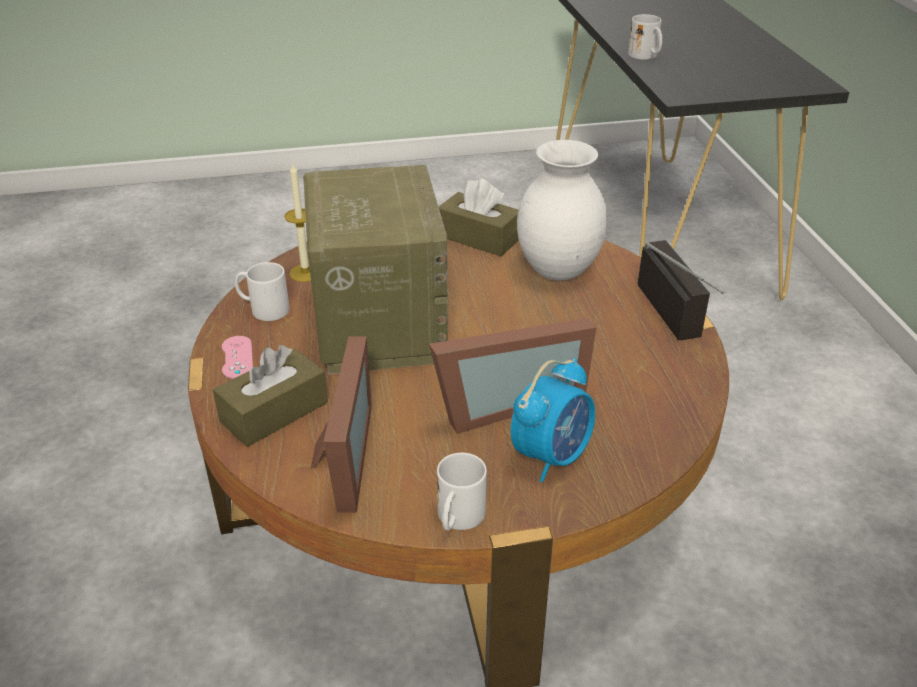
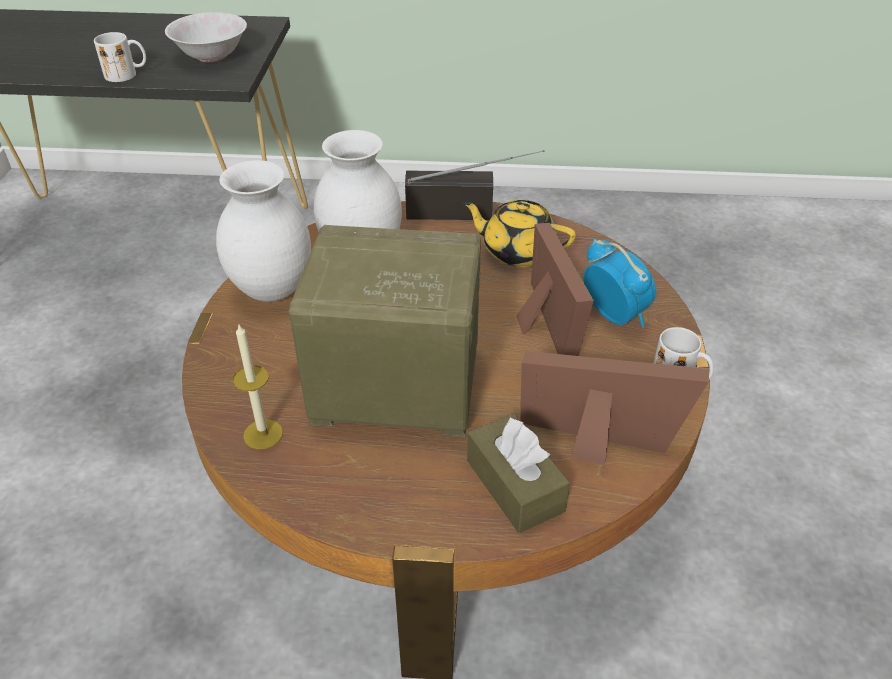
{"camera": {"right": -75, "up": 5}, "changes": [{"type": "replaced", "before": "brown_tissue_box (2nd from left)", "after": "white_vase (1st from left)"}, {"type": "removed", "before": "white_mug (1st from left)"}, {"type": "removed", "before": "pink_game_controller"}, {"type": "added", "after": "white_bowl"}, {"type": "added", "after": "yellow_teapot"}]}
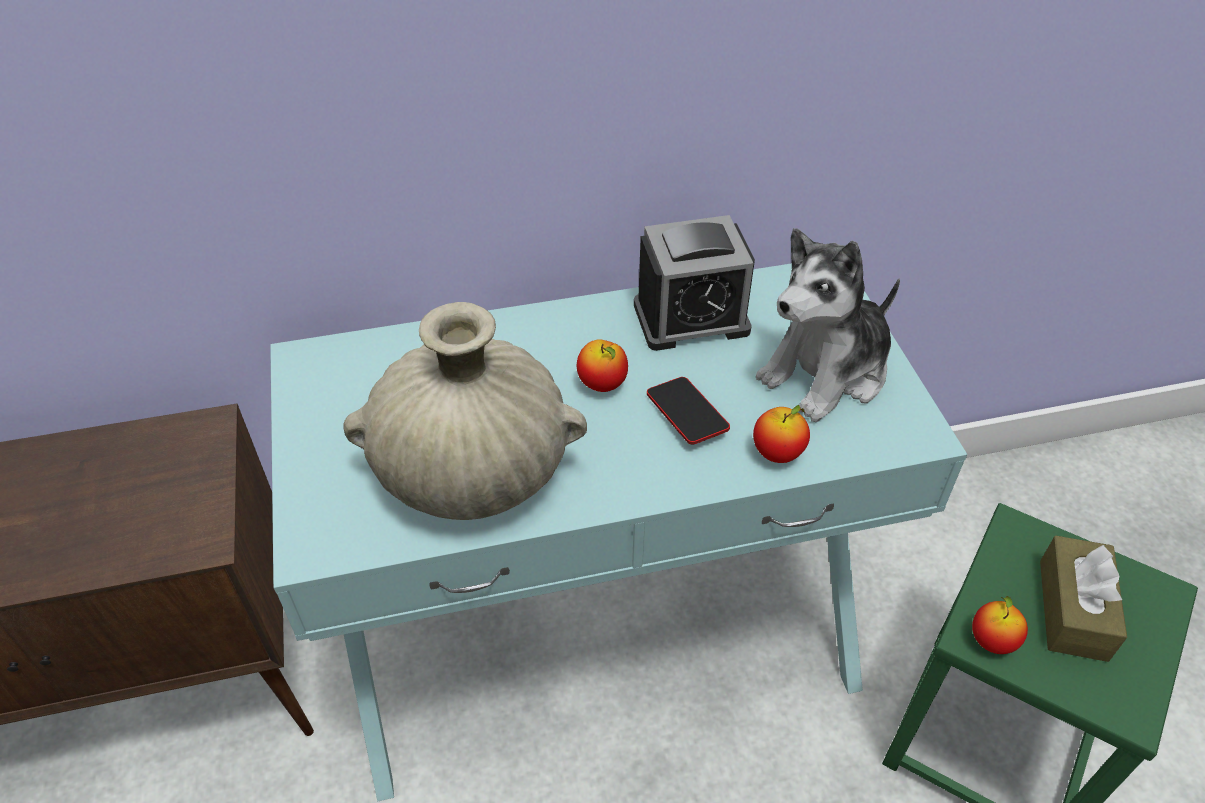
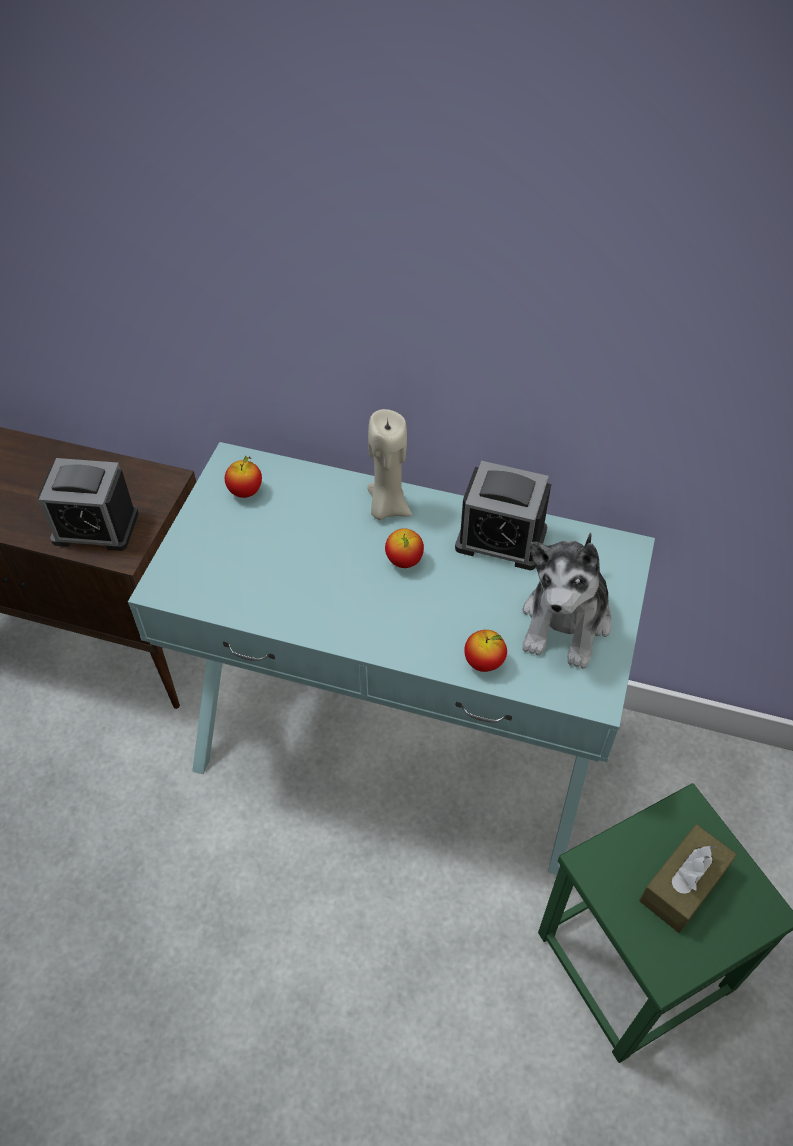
{"camera": {"right": 30, "up": 5}, "changes": [{"type": "turned", "before": "plush_toy", "turn": -60}, {"type": "removed", "before": "beige_vase"}, {"type": "removed", "before": "phone"}, {"type": "moved", "before": "apple (3rd from left in the first image)", "after": "apple (1st from left)"}, {"type": "added", "after": "beige_candle"}, {"type": "added", "after": "alarm_clock (1st from left)"}]}
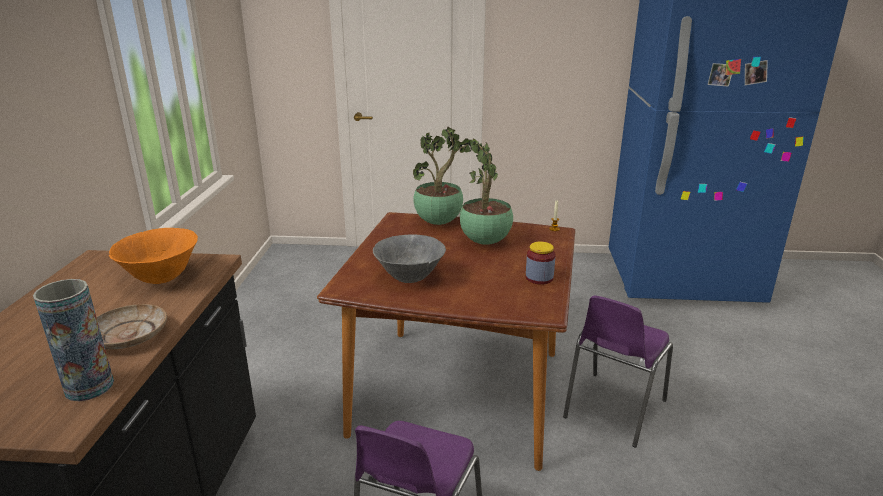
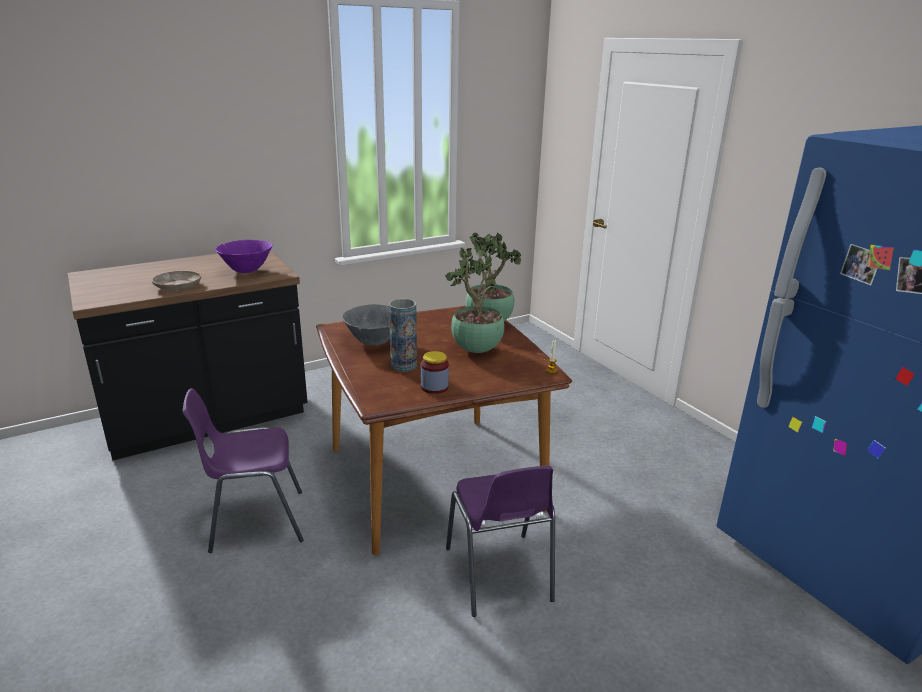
{"camera": {"right": 55, "up": 0}, "changes": [{"type": "recoloured", "before": "orange_bowl", "after": "purple_bowl"}, {"type": "moved", "before": "vase"}, {"type": "turned", "before": "purple_chair (2nd from left)", "turn": -105}]}
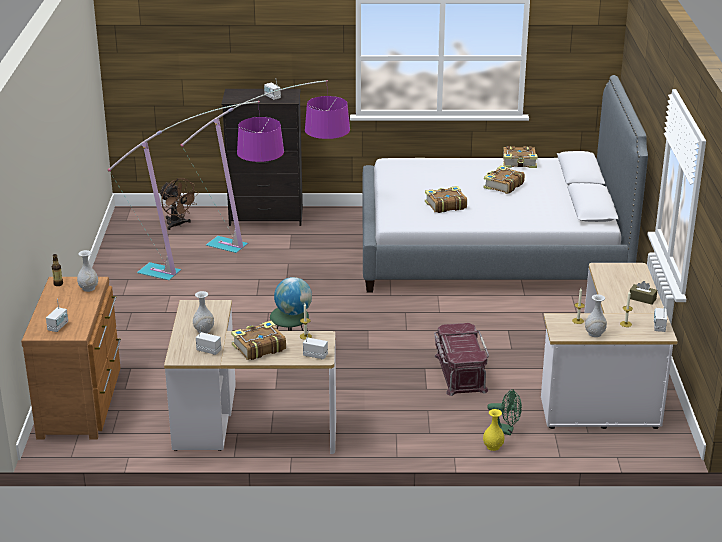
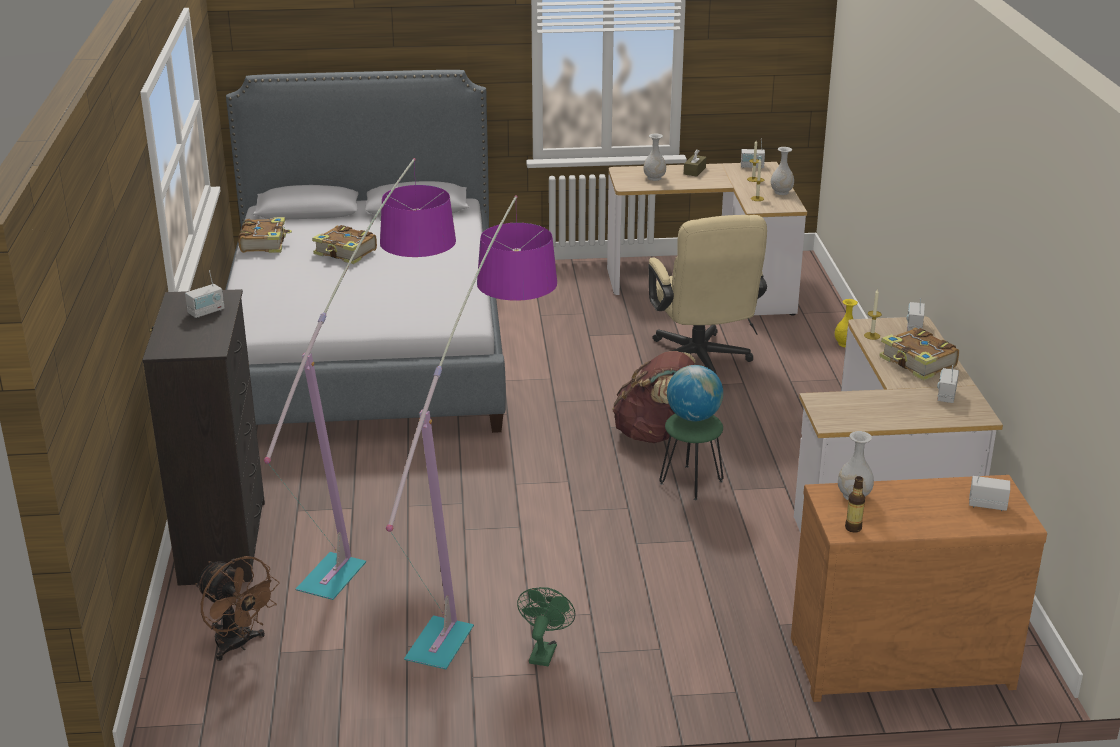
{"camera": {"right": -95, "up": 0}, "changes": [{"type": "turned", "before": "brown_fan", "turn": 90}, {"type": "removed", "before": "book (2nd from left)"}, {"type": "moved", "before": "white_vase (2nd from left in the first image)", "after": "white_vase (1st from left)"}, {"type": "replaced", "before": "red_storage_box", "after": "beige_office_chair"}, {"type": "moved", "before": "green_fan"}, {"type": "added", "after": "brown_backpack"}]}
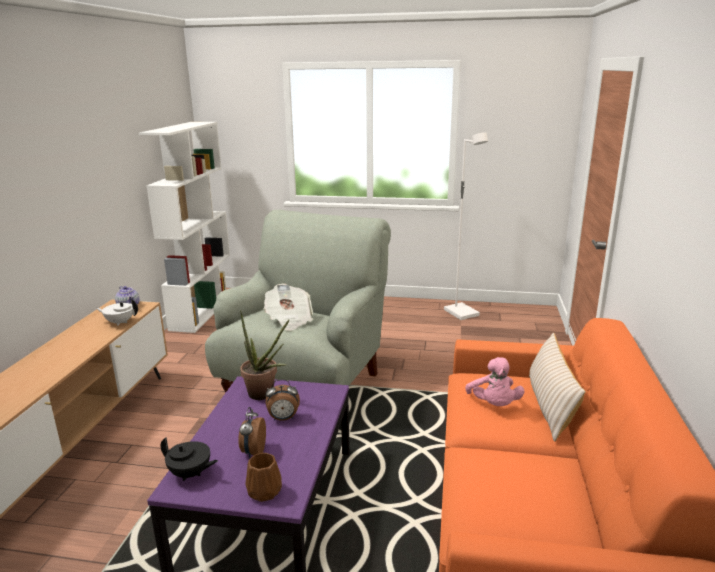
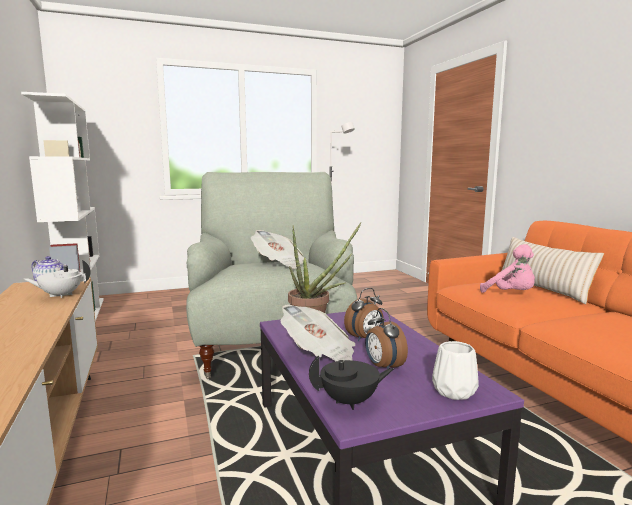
{"camera": {"right": -30, "up": -10}, "changes": [{"type": "recoloured", "before": "brown_vase", "after": "white_vase"}, {"type": "added", "after": "newspaper (2nd from left)"}]}
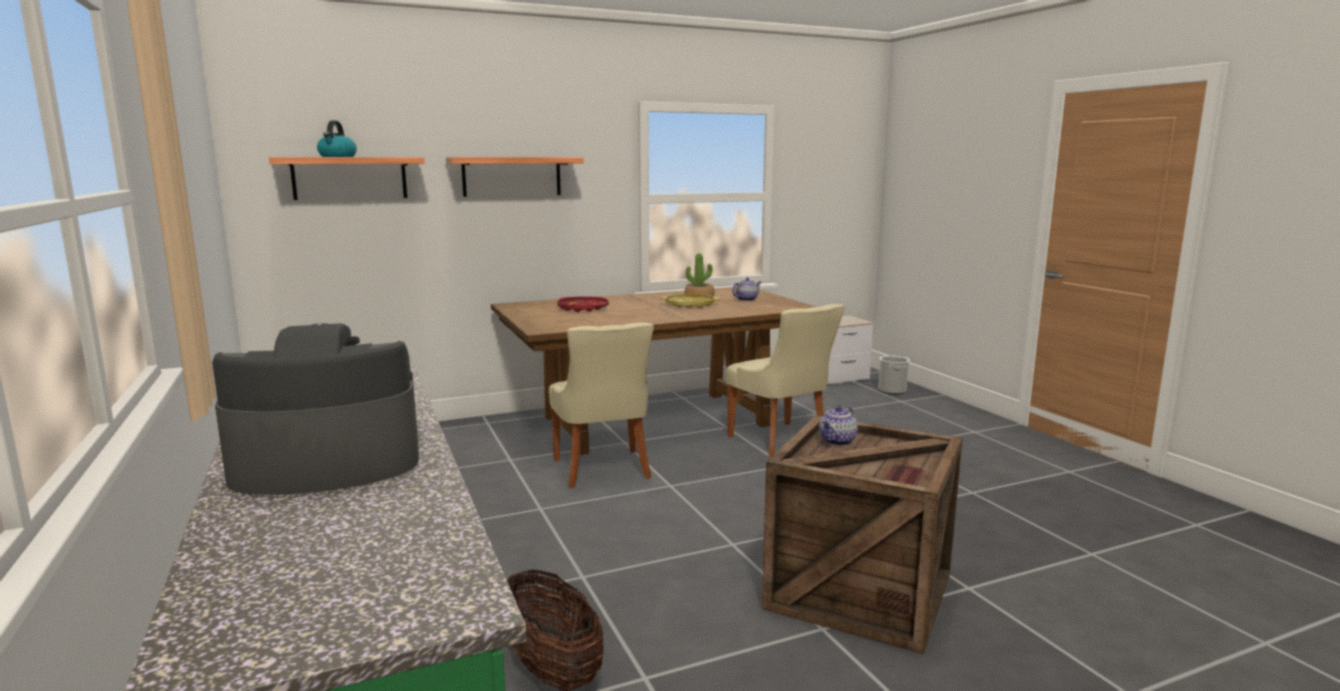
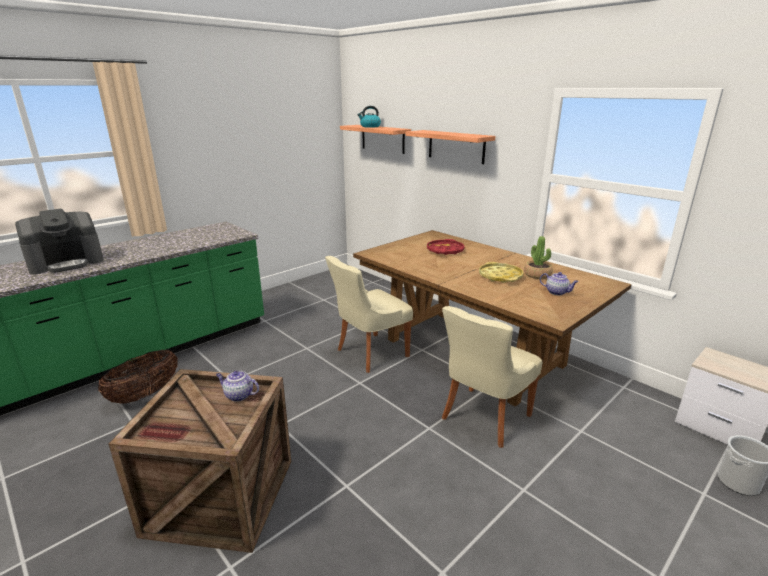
{"camera": {"right": 70, "up": 10}, "changes": [{"type": "turned", "before": "coffee_machine", "turn": 90}]}
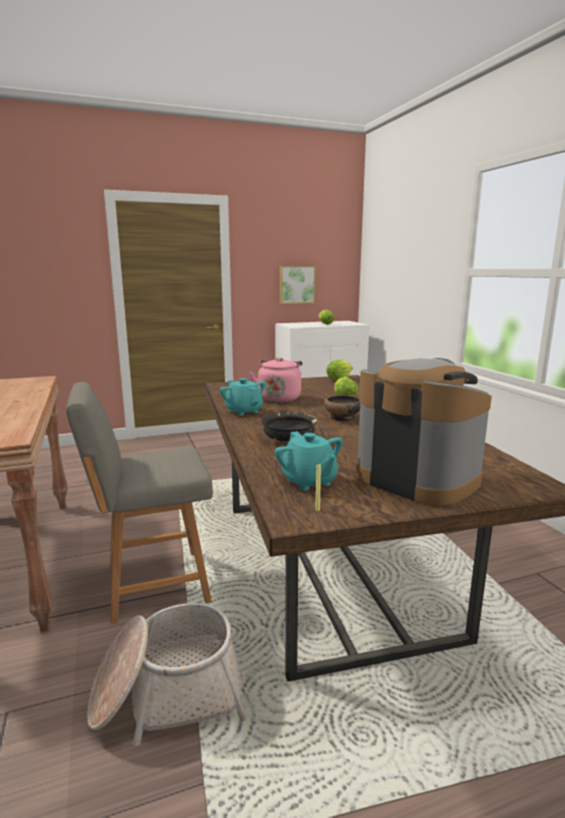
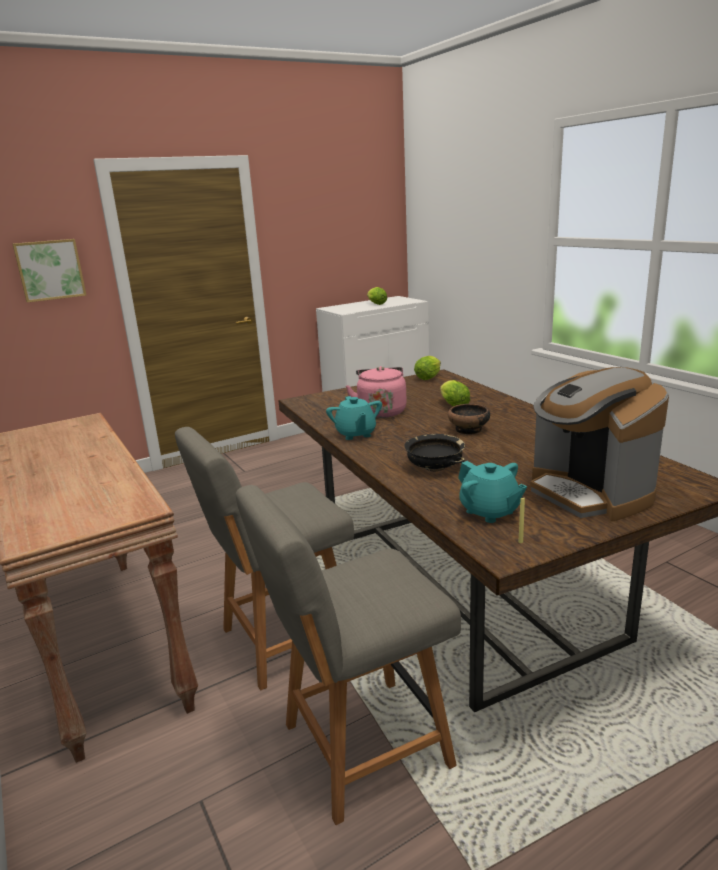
{"camera": {"right": -10, "up": 5}, "changes": [{"type": "moved", "before": "picture"}, {"type": "turned", "before": "coffee_machine", "turn": -150}, {"type": "turned", "before": "turquoise_teapot (1st from left)", "turn": -150}, {"type": "replaced", "before": "basket", "after": "grey_chair (2nd from left)"}]}
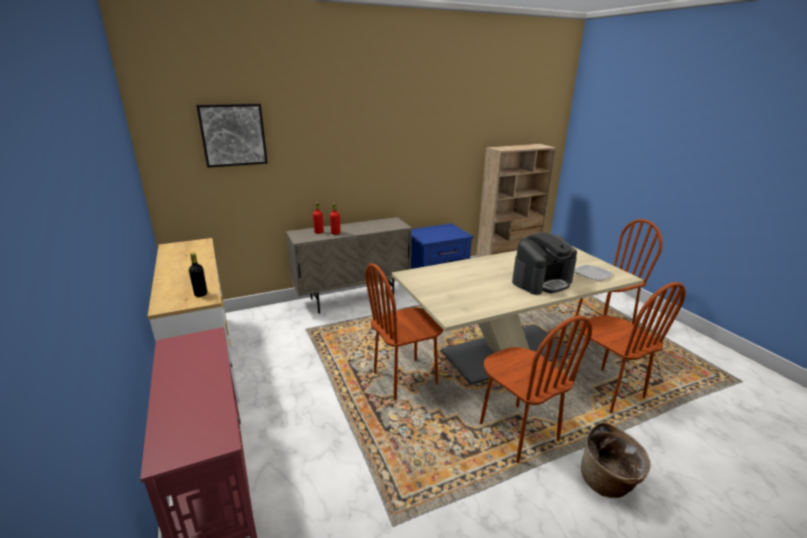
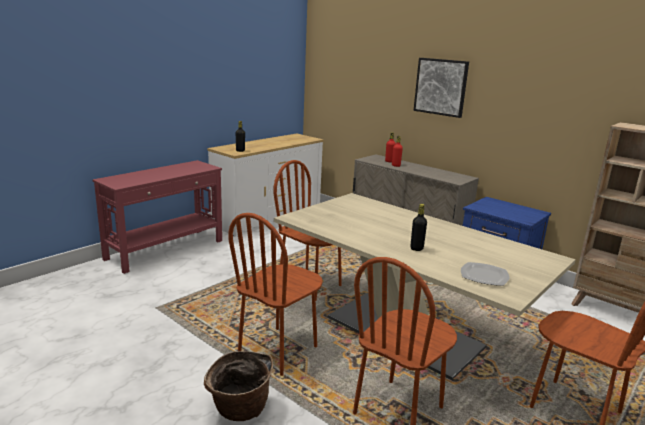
{"camera": {"right": 65, "up": -5}, "changes": [{"type": "moved", "before": "picture"}, {"type": "replaced", "before": "coffee_machine", "after": "black_bottle (2nd from left)"}]}
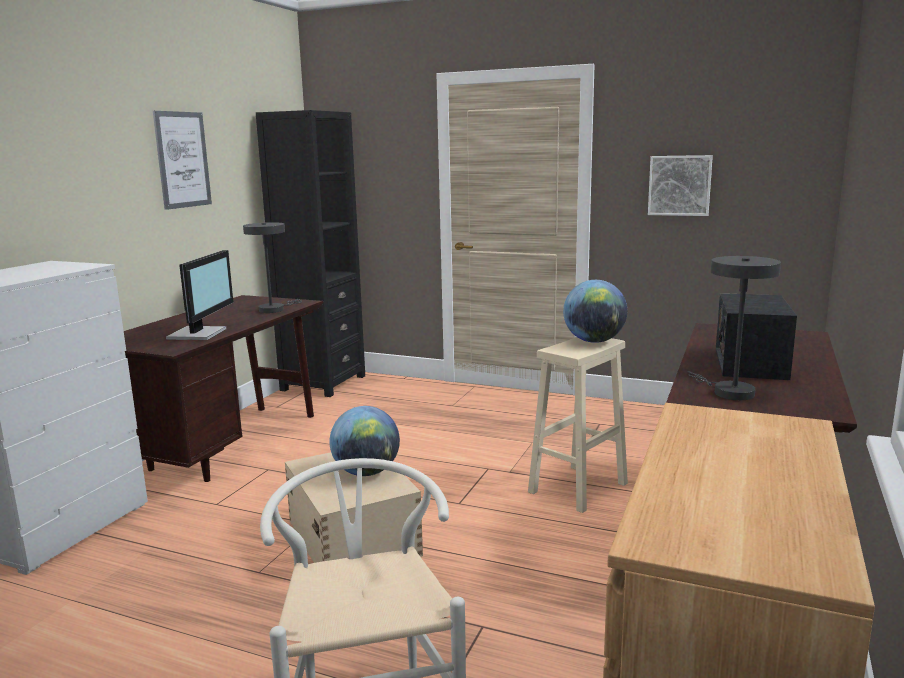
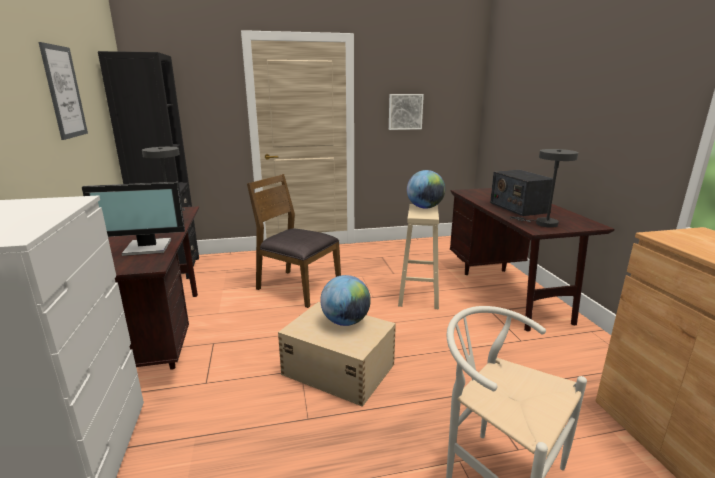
{"camera": {"right": -35, "up": 5}, "changes": [{"type": "turned", "before": "monitor", "turn": 105}, {"type": "added", "after": "brown_chair"}]}
